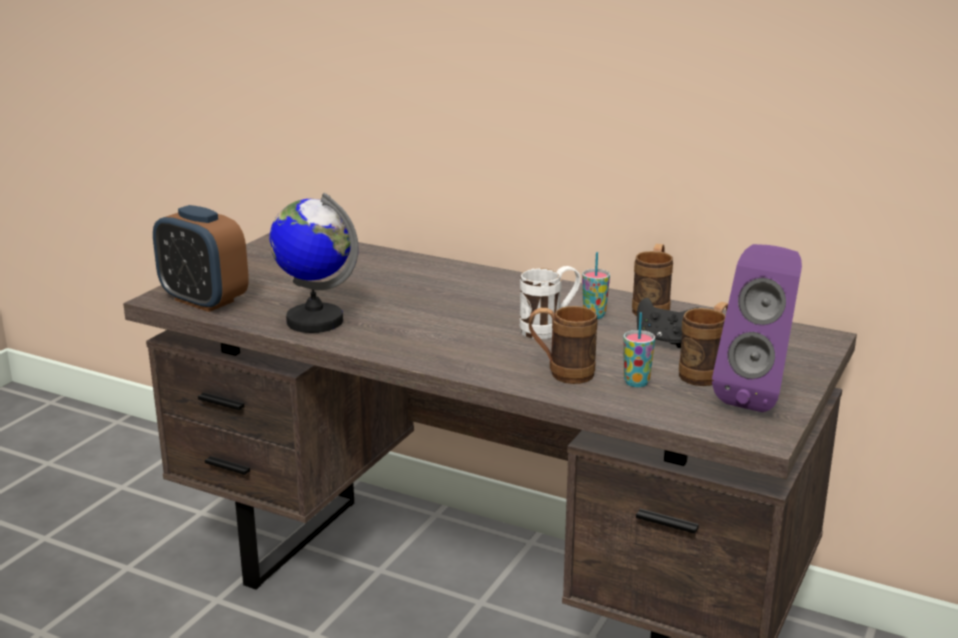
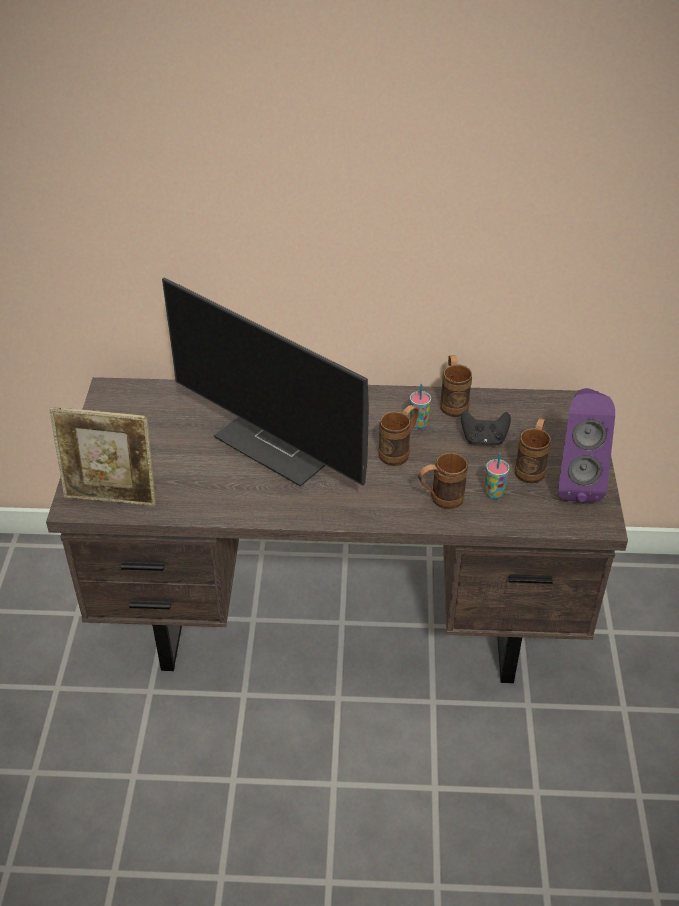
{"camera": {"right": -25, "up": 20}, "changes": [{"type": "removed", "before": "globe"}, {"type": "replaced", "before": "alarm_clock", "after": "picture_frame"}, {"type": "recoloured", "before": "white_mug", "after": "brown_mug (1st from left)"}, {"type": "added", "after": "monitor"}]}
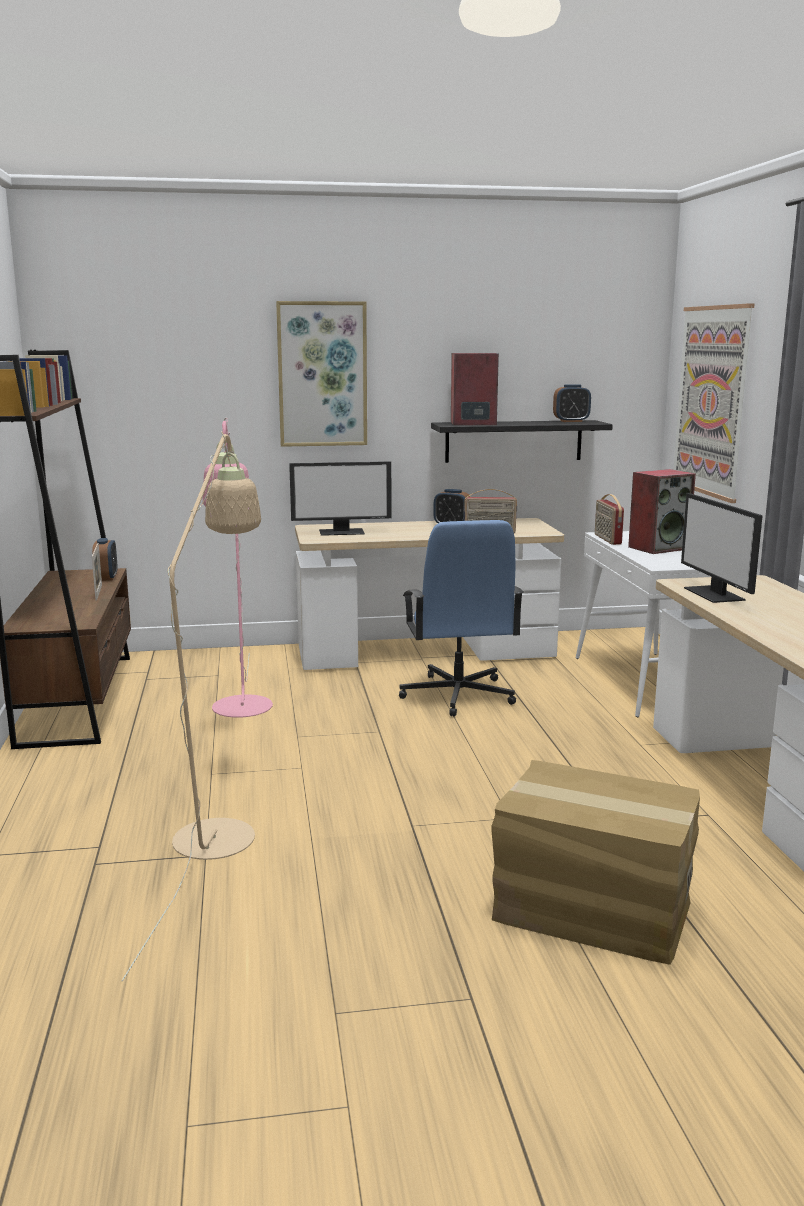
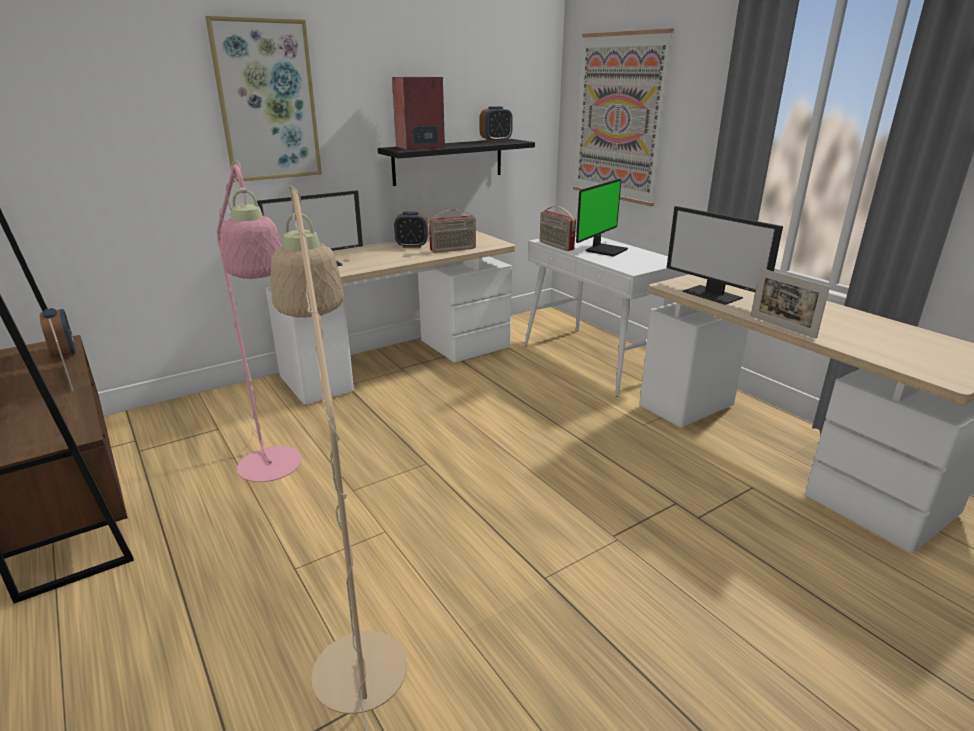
{"camera": {"right": -25, "up": 10}, "changes": [{"type": "replaced", "before": "speaker (2nd from left)", "after": "monitor (2nd from left)"}, {"type": "removed", "before": "blue_office_chair"}, {"type": "removed", "before": "cardboard_box"}, {"type": "added", "after": "picture_frame (2nd from left)"}]}
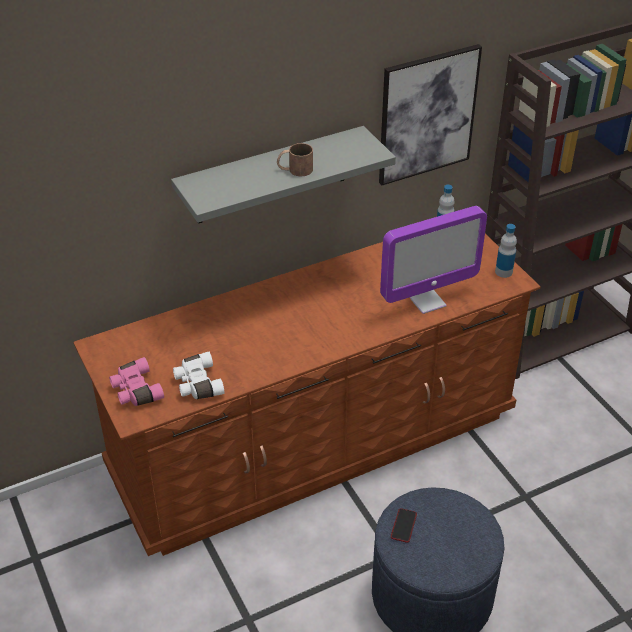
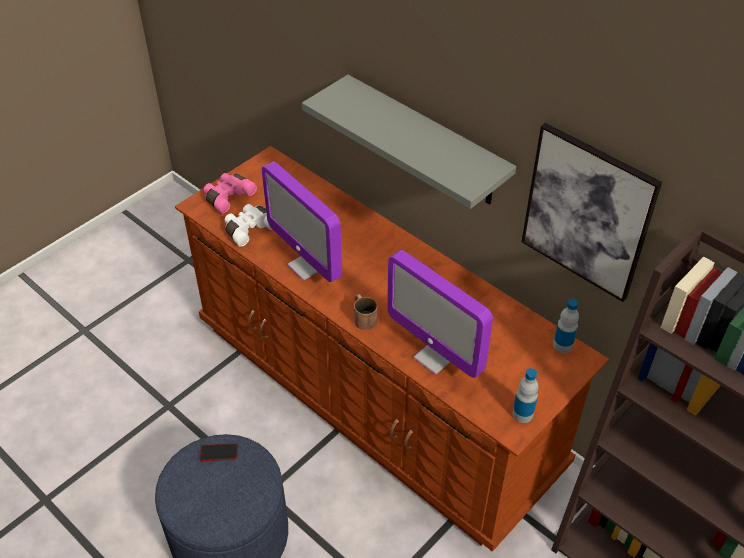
{"camera": {"right": 70, "up": 5}, "changes": [{"type": "moved", "before": "brown_mug"}, {"type": "added", "after": "monitor (1st from left)"}]}
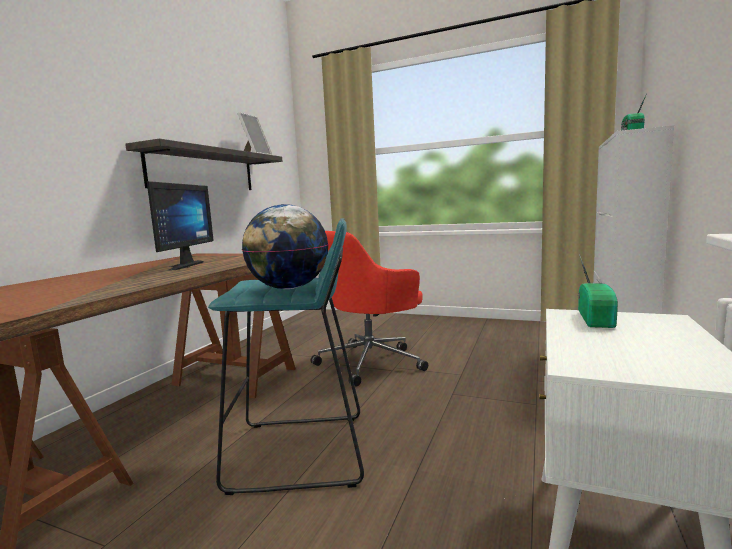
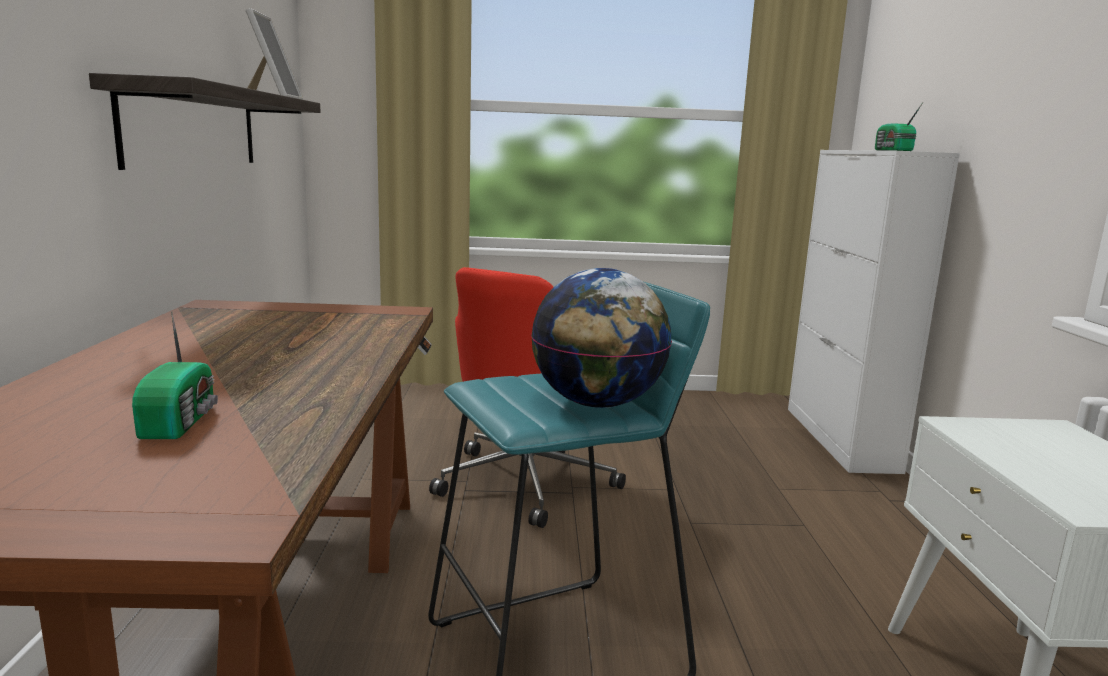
{"camera": {"right": -25, "up": 5}, "changes": [{"type": "removed", "before": "monitor"}, {"type": "moved", "before": "radio (1st from left)"}]}
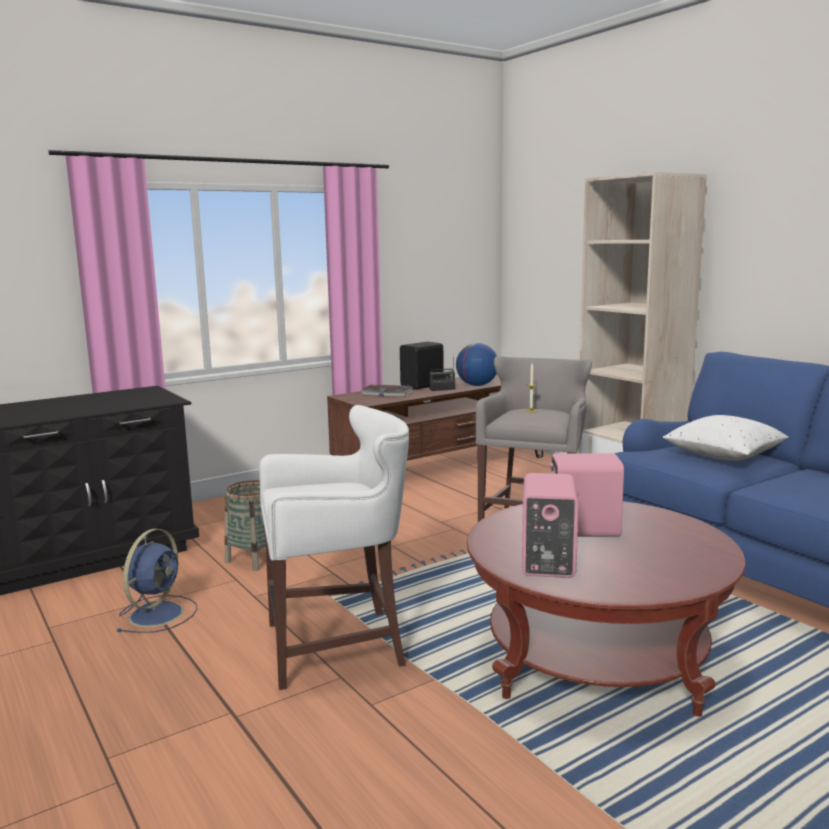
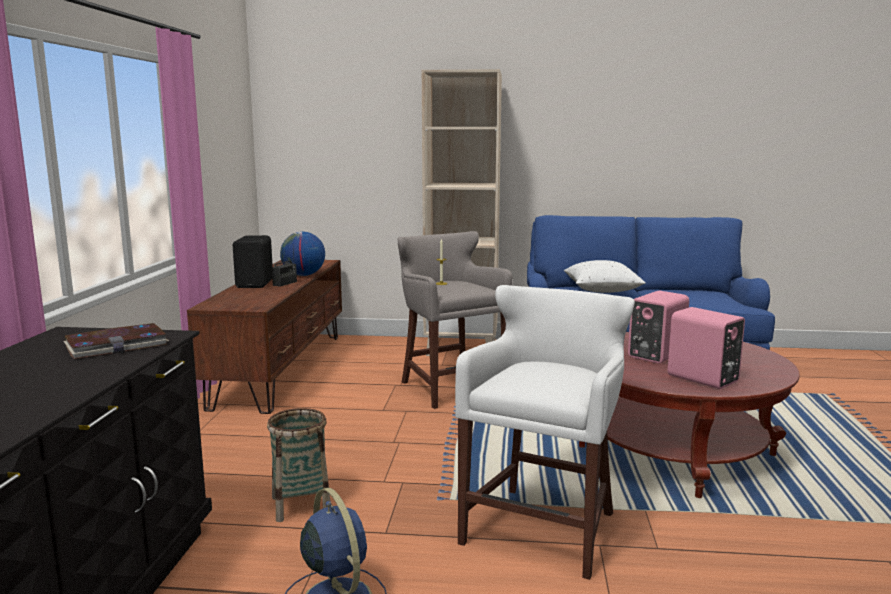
{"camera": {"right": -50, "up": 0}, "changes": [{"type": "moved", "before": "book"}]}
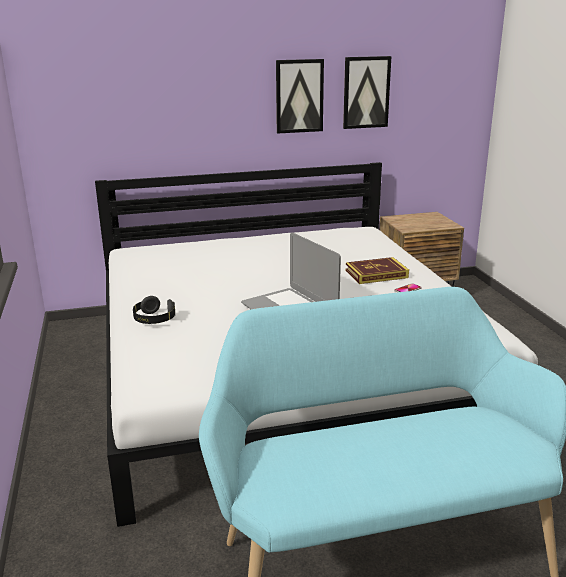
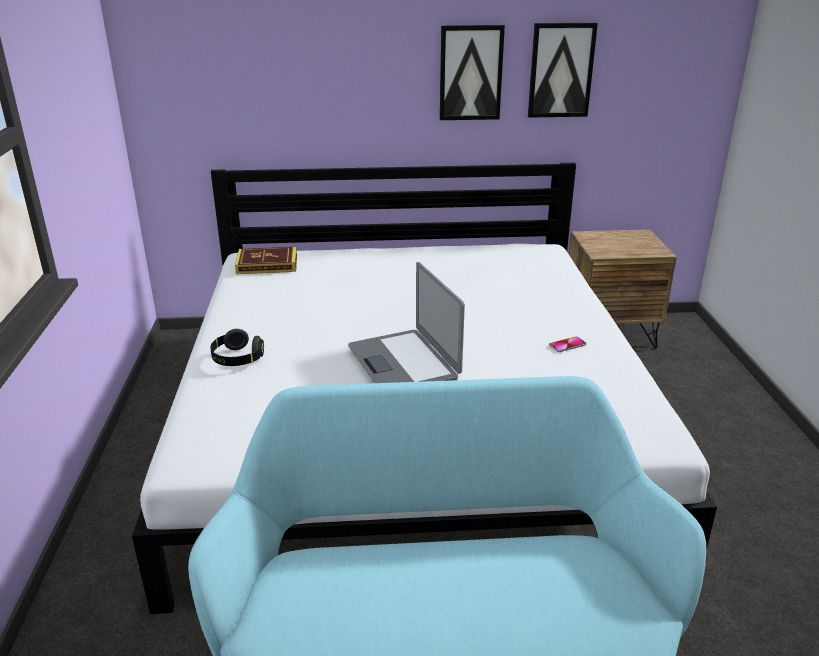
{"camera": {"right": 10, "up": 5}, "changes": [{"type": "moved", "before": "book"}]}
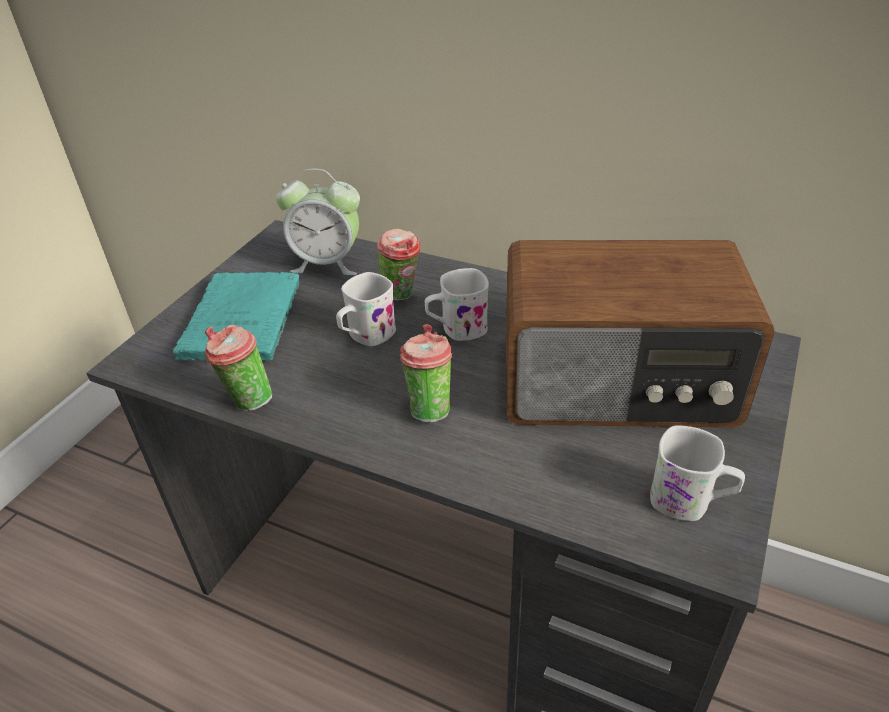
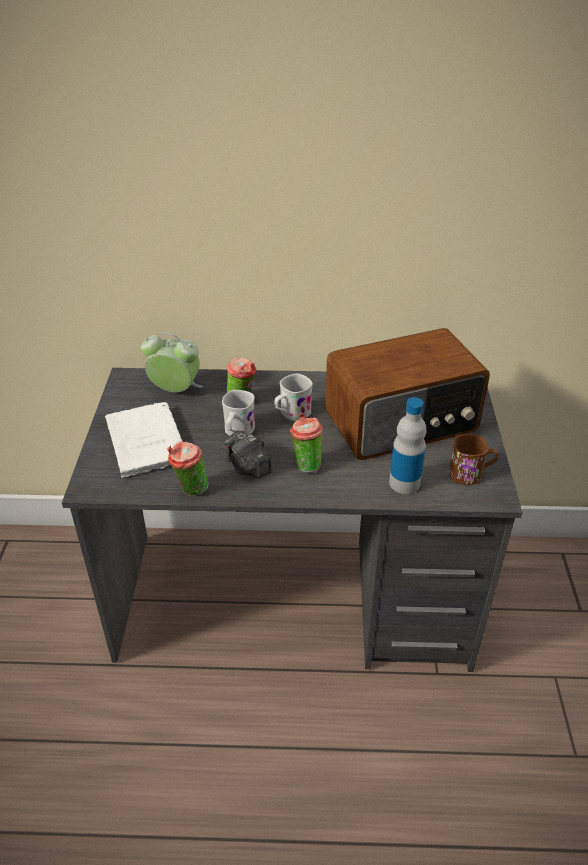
{"camera": {"right": -25, "up": 0}, "changes": [{"type": "turned", "before": "alarm_clock", "turn": -150}, {"type": "recoloured", "before": "turquoise_book", "after": "white_book"}, {"type": "recoloured", "before": "white_mug (3rd from left)", "after": "brown_mug"}, {"type": "added", "after": "bottle"}, {"type": "added", "after": "photo_camera"}]}
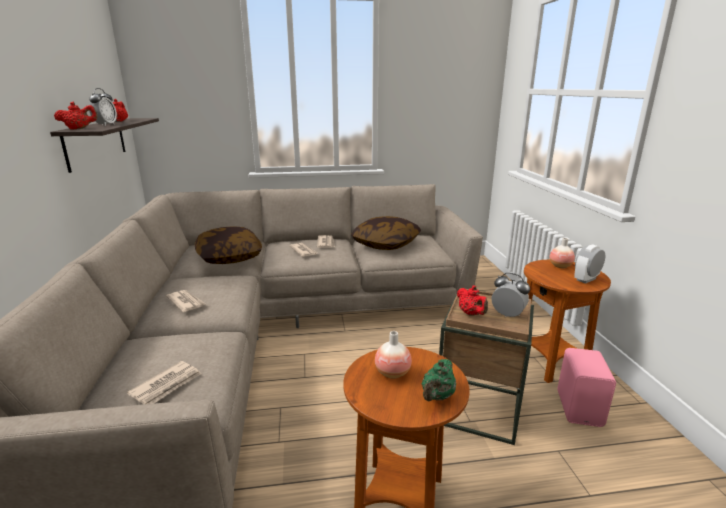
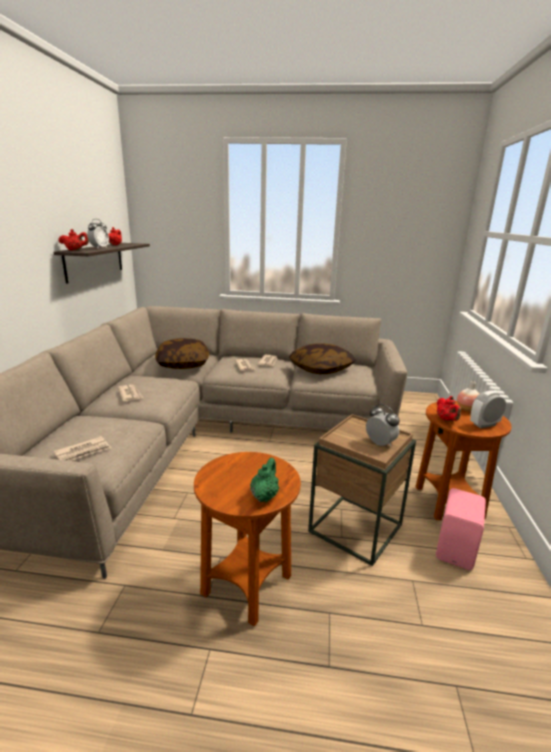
{"camera": {"right": 15, "up": 0}, "changes": [{"type": "moved", "before": "red_teapot (3rd from left)"}, {"type": "removed", "before": "vase (1st from left)"}, {"type": "turned", "before": "green_teapot", "turn": 150}]}
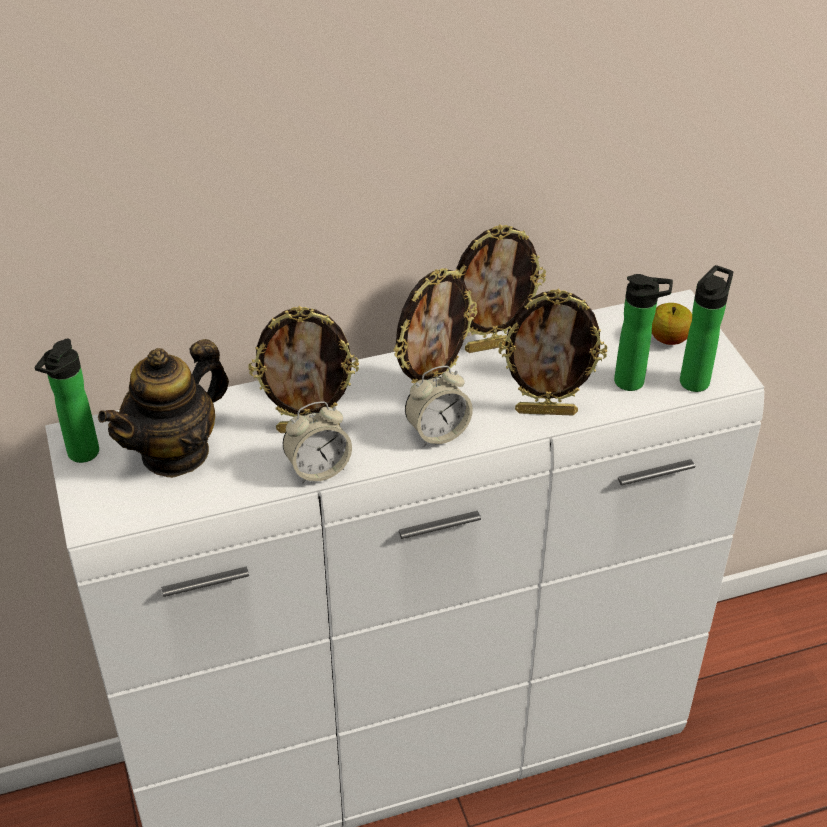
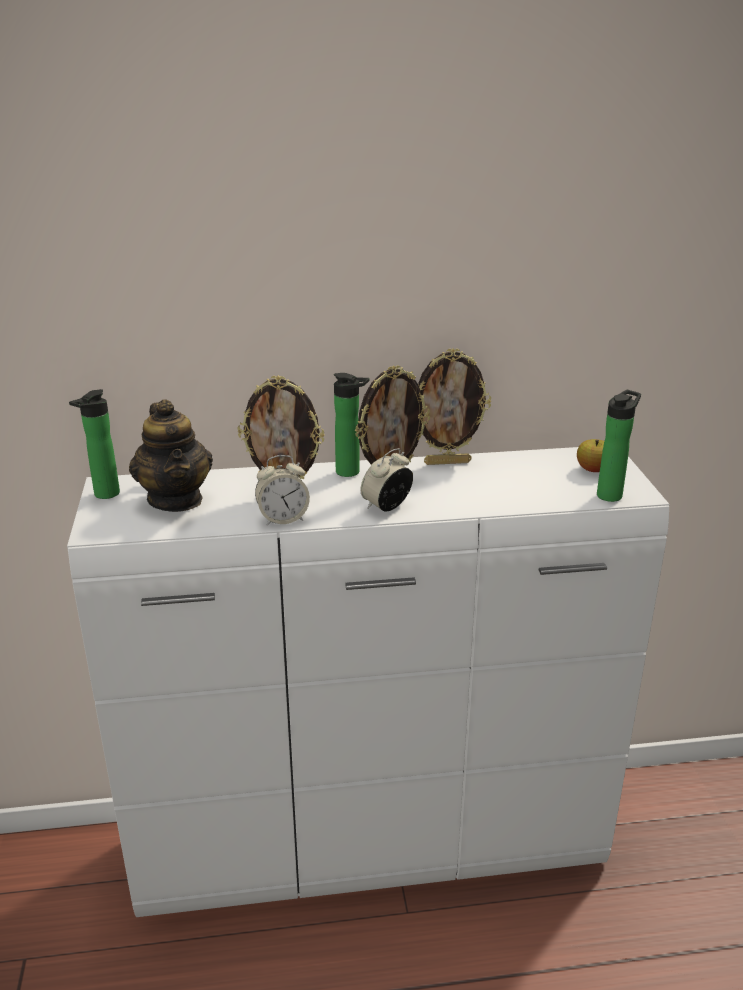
{"camera": {"right": 10, "up": -15}, "changes": [{"type": "moved", "before": "bottle (2nd from left)"}, {"type": "removed", "before": "picture_frame (4th from left)"}, {"type": "turned", "before": "teapot", "turn": -75}, {"type": "turned", "before": "alarm_clock (2nd from left)", "turn": 150}]}
